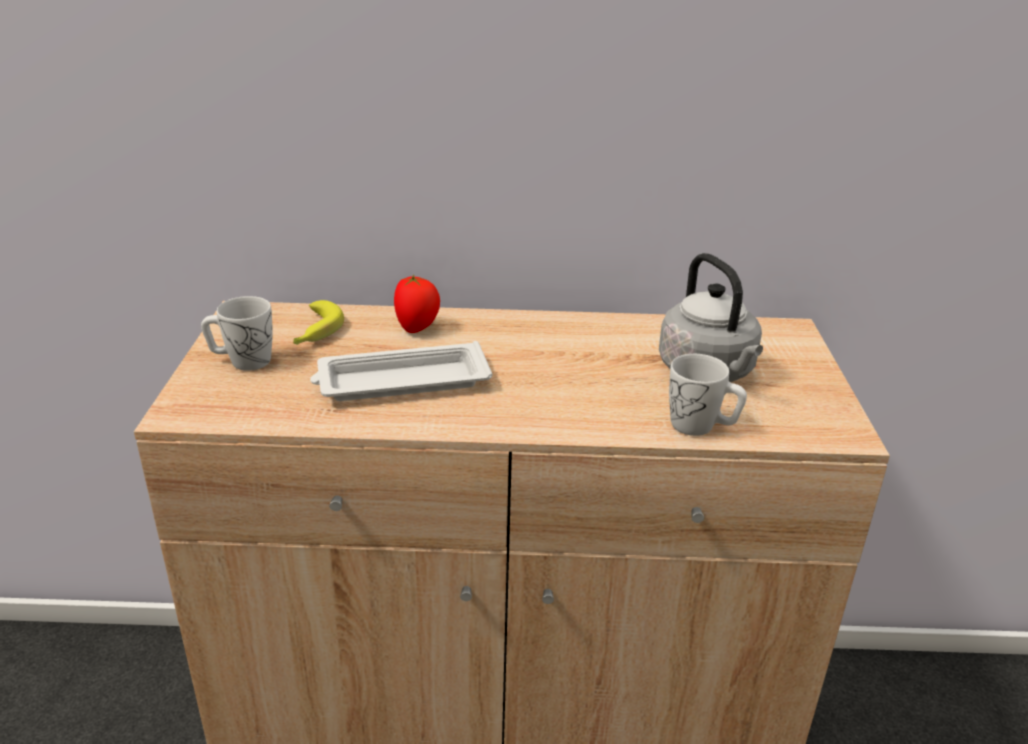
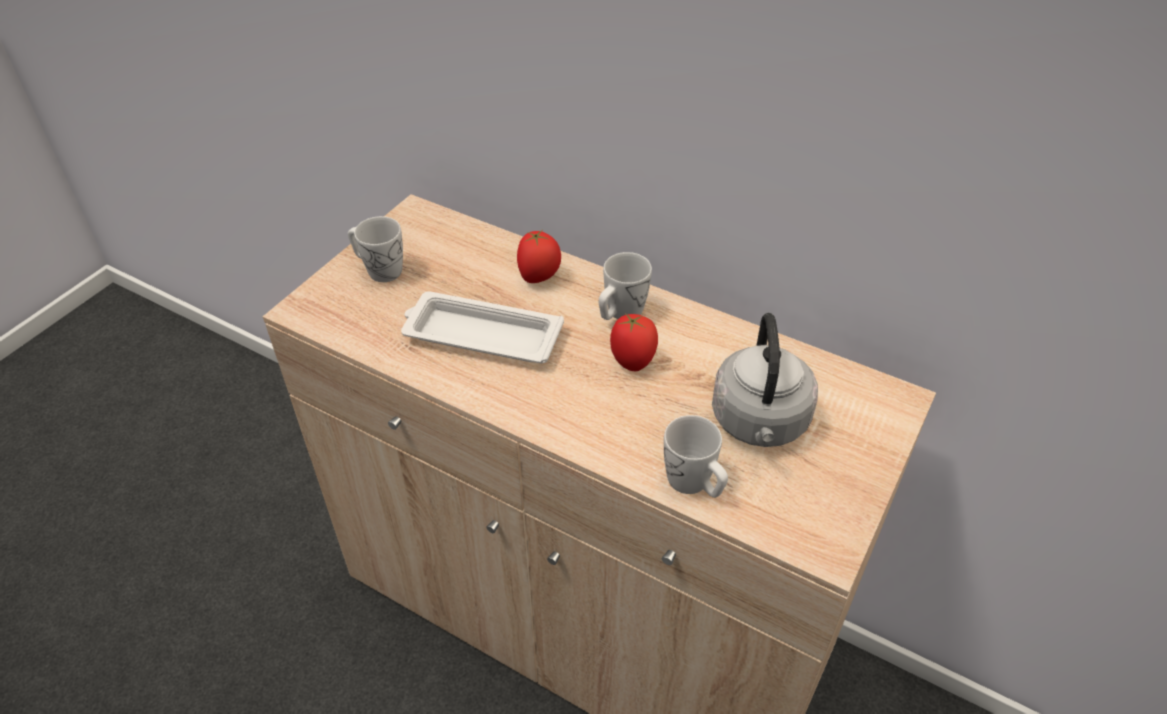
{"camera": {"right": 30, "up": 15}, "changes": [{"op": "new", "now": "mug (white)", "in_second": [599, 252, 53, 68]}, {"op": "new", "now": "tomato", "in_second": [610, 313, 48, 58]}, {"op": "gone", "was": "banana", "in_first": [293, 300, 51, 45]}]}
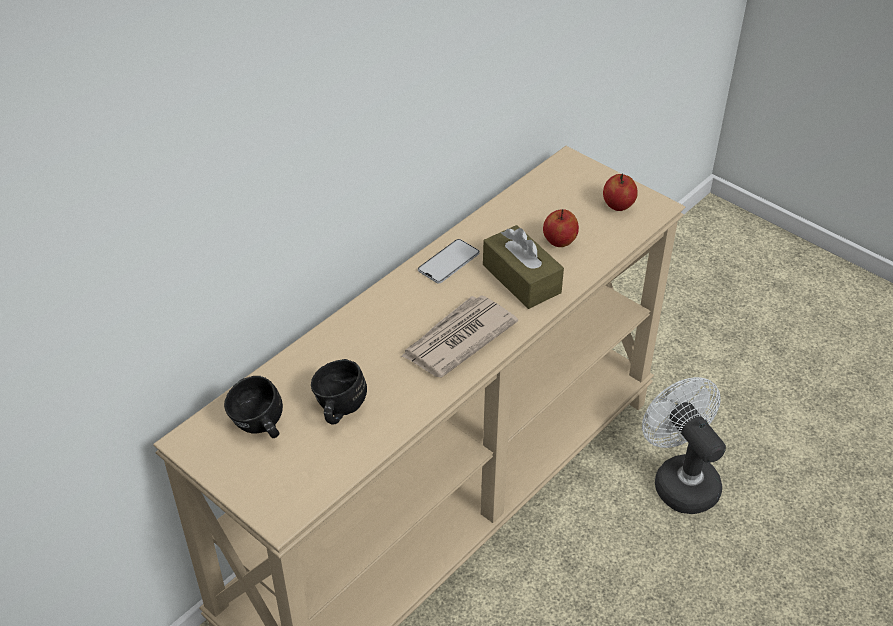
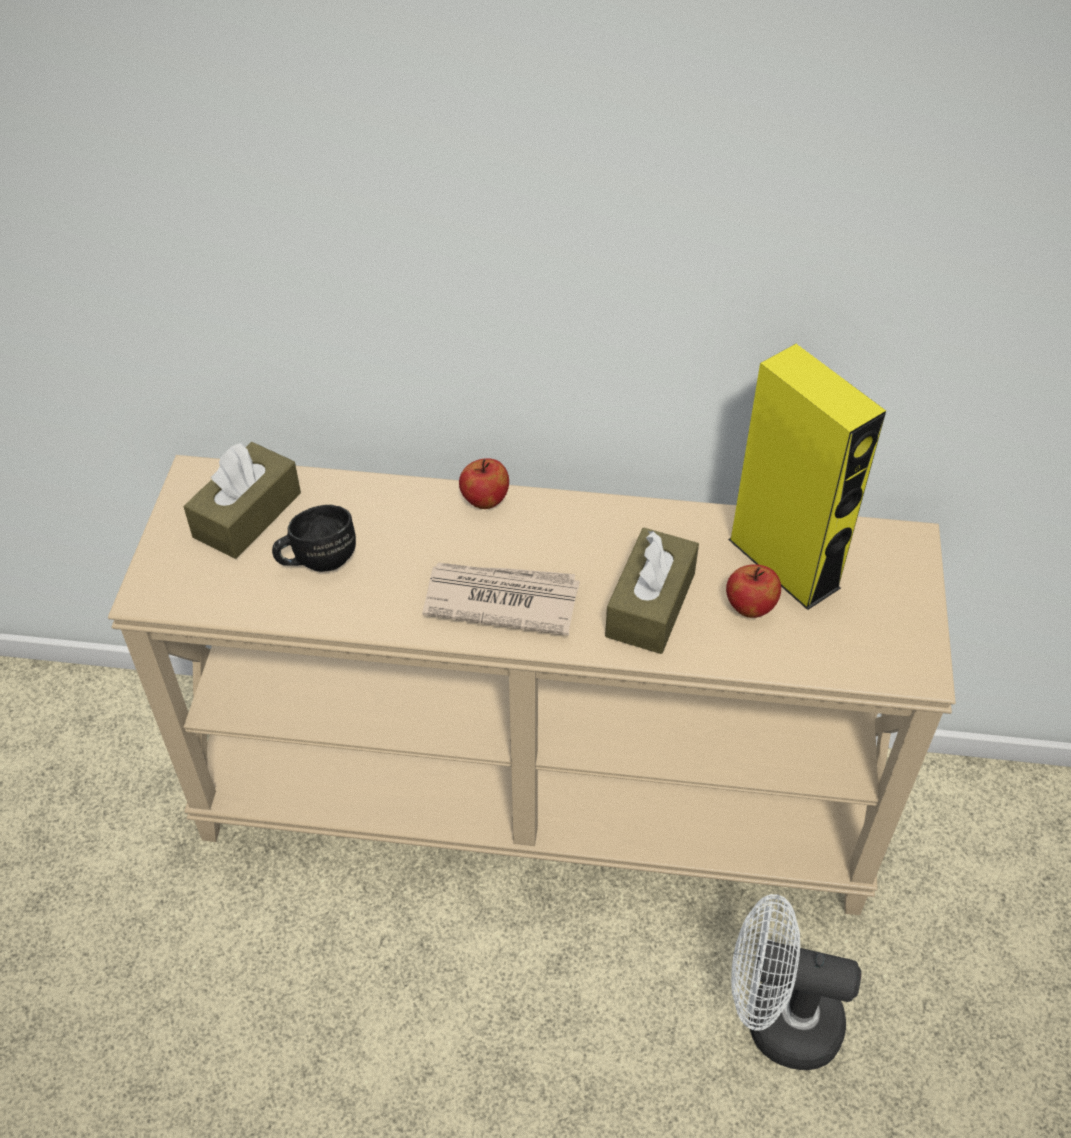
{"camera": {"right": 55, "up": 5}, "changes": [{"op": "swapped", "was": "mug (black)", "now": "tissue box (brown)", "in_first": [224, 376, 59, 62], "in_second": [184, 442, 117, 117]}, {"op": "shifted", "was": "apple", "in_first": [603, 173, 35, 38], "in_second": [459, 458, 50, 51]}, {"op": "new", "now": "speaker (yellow)", "in_second": [728, 344, 158, 266]}, {"op": "rotated", "was": "fan (white)", "in_first": [642, 377, 84, 137], "in_second": [731, 894, 130, 176], "clockwise": -105}, {"op": "gone", "was": "phone", "in_first": [418, 239, 62, 44]}]}
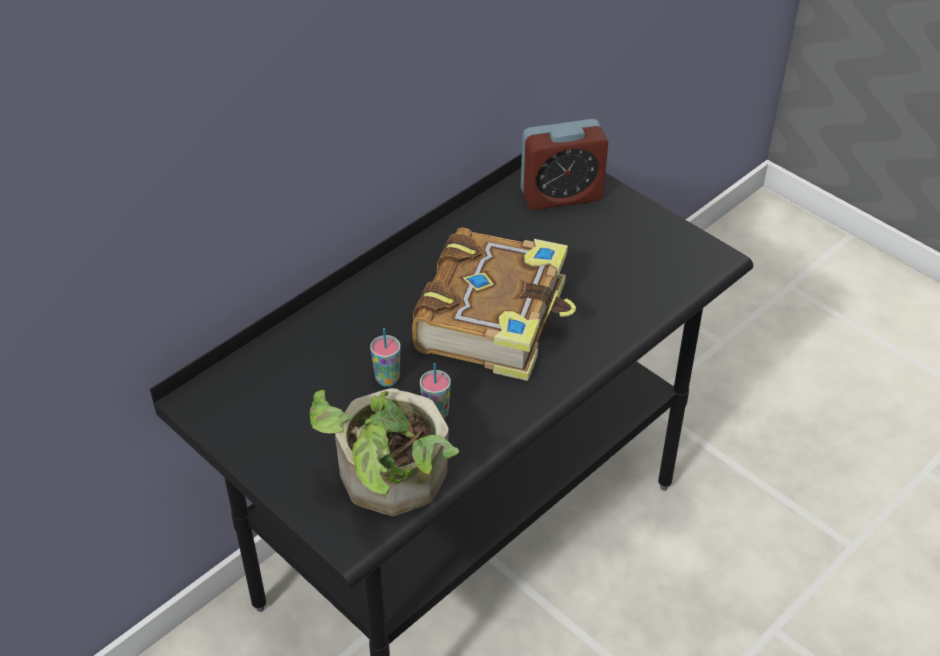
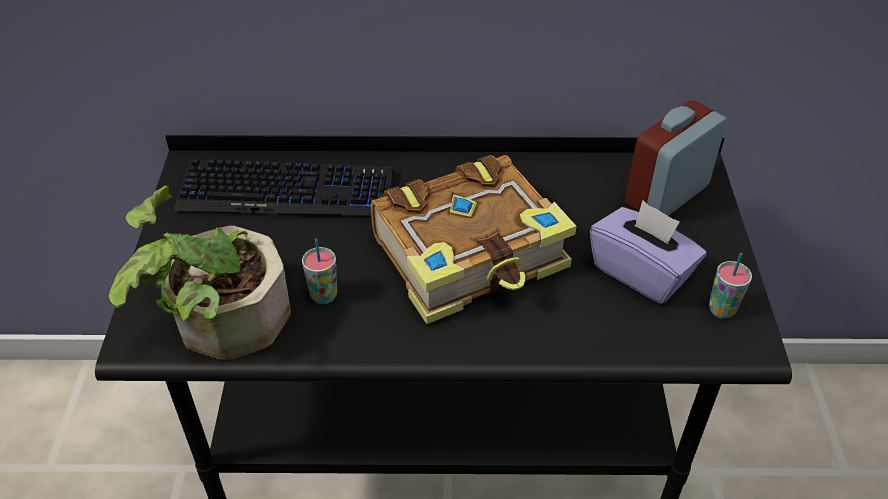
{"camera": {"right": 45, "up": 0}, "changes": [{"op": "new", "now": "keyboard", "in_second": [174, 159, 220, 56]}, {"op": "new", "now": "tissue box (purple)", "in_second": [590, 200, 117, 104]}, {"op": "rotated", "was": "alarm clock", "in_first": [521, 119, 87, 91], "in_second": [625, 101, 102, 115], "clockwise": 105}, {"op": "shifted", "was": "cup", "in_first": [370, 328, 31, 59], "in_second": [709, 253, 43, 66]}]}
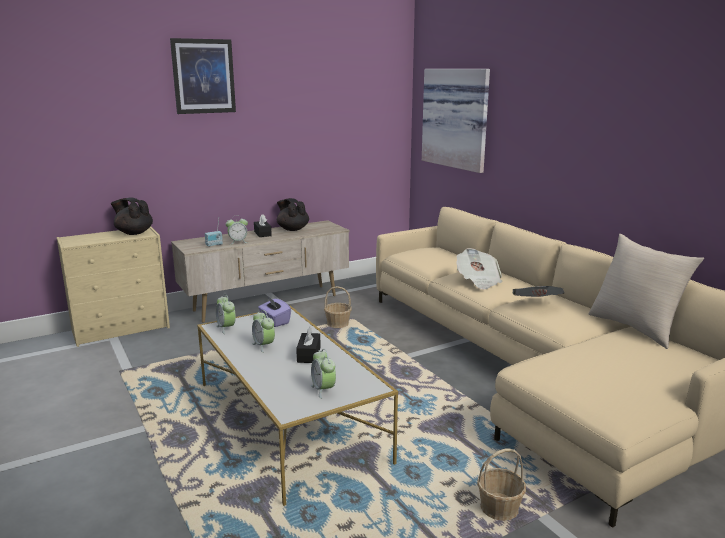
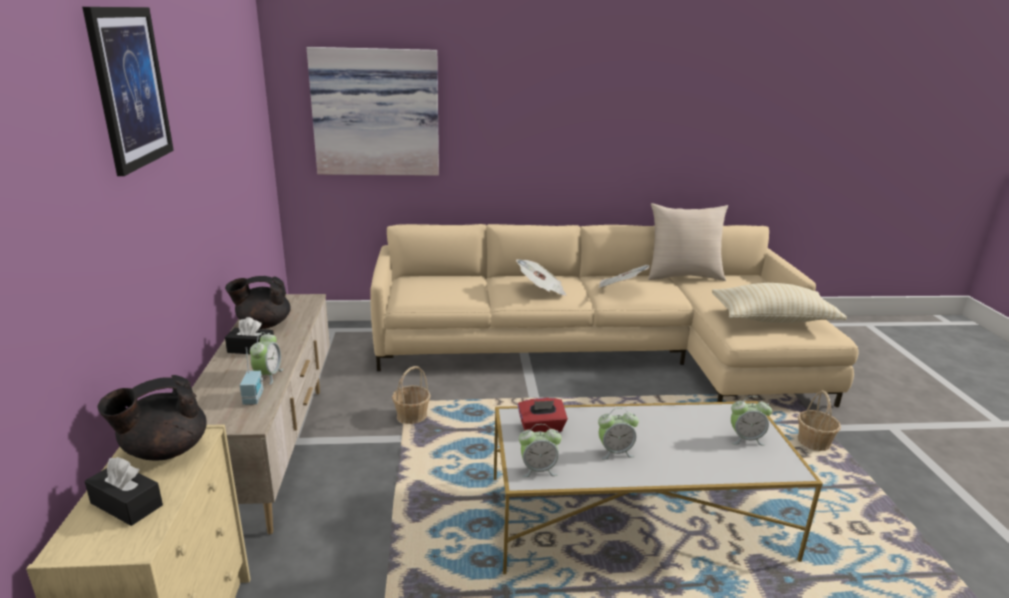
{"camera": {"right": -65, "up": 5}, "changes": [{"op": "shifted", "was": "tissue box (black)", "in_first": [296, 327, 25, 36], "in_second": [84, 457, 79, 69]}, {"op": "repainted", "was": "tissue box (purple)", "now": "tissue box (red)", "in_first": [258, 297, 33, 30], "in_second": [518, 398, 50, 35]}, {"op": "new", "now": "pillow (beige)", "in_second": [712, 283, 135, 40]}]}
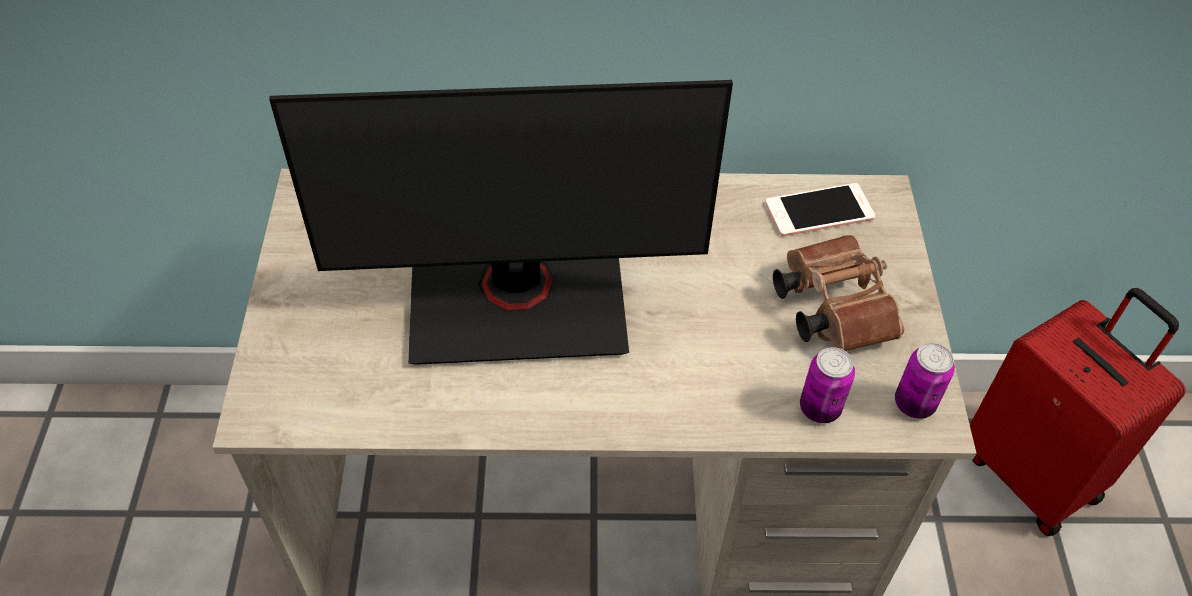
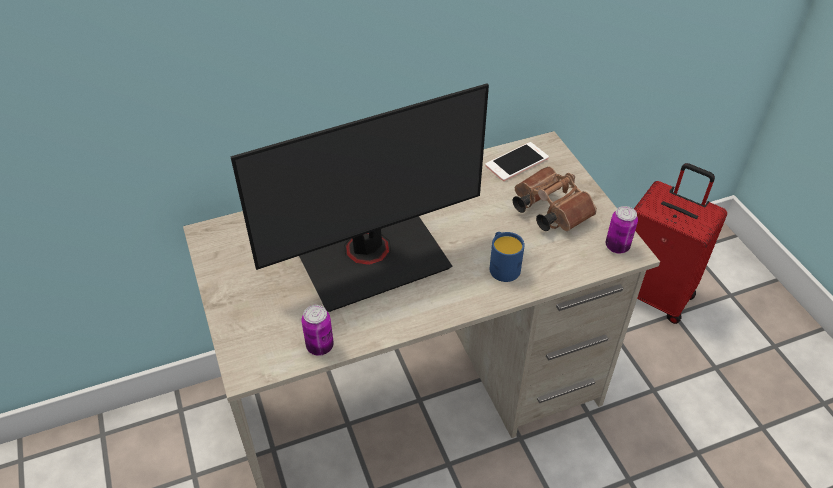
{"camera": {"right": -20, "up": -5}, "changes": [{"op": "shifted", "was": "can", "in_first": [800, 347, 55, 76], "in_second": [301, 305, 33, 51]}, {"op": "new", "now": "mug (blue)", "in_second": [489, 232, 36, 50]}]}
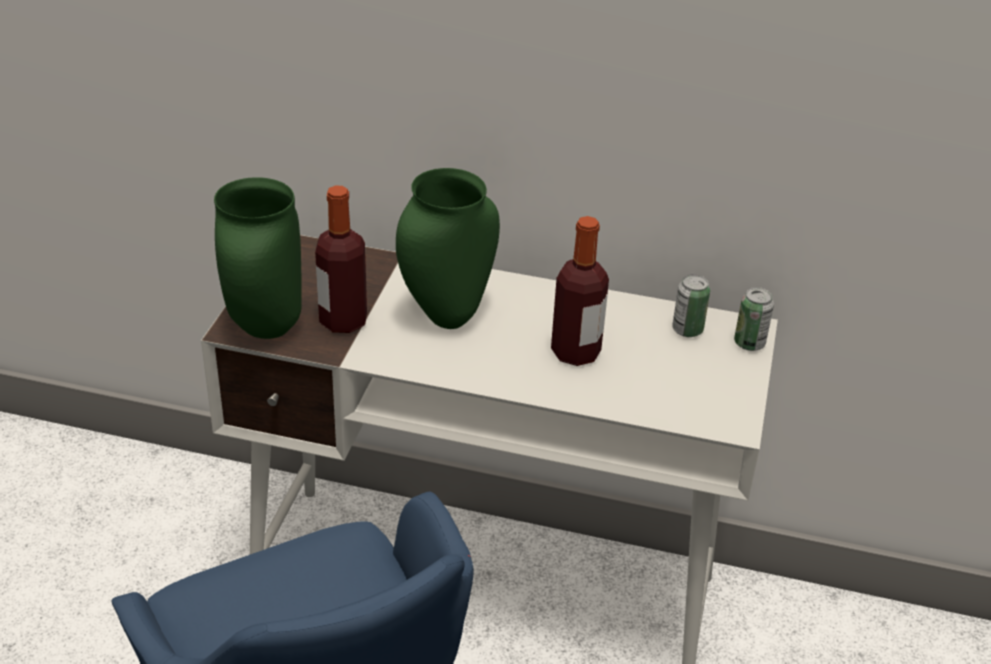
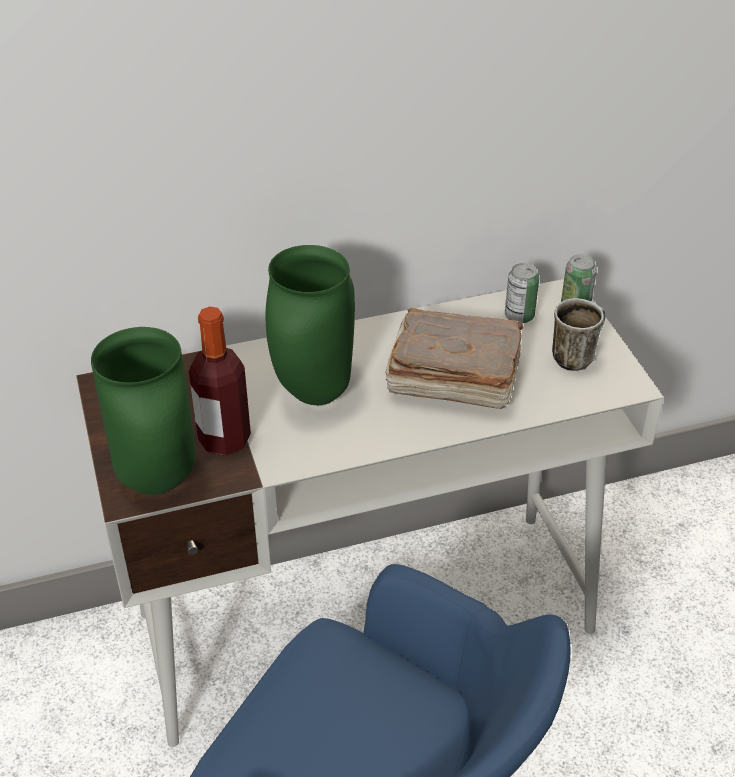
{"camera": {"right": -30, "up": 5}, "changes": [{"op": "swapped", "was": "bottle", "now": "book (brown)", "in_first": [551, 216, 58, 150], "in_second": [385, 308, 138, 101]}, {"op": "new", "now": "mug", "in_second": [552, 298, 53, 73]}]}
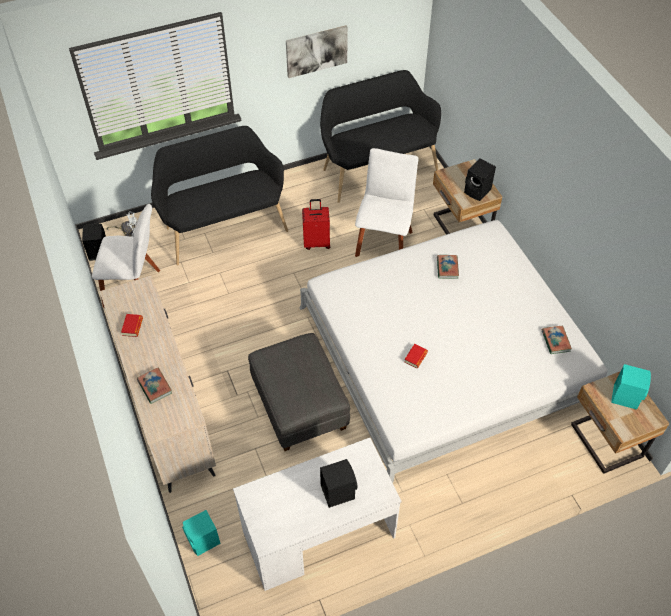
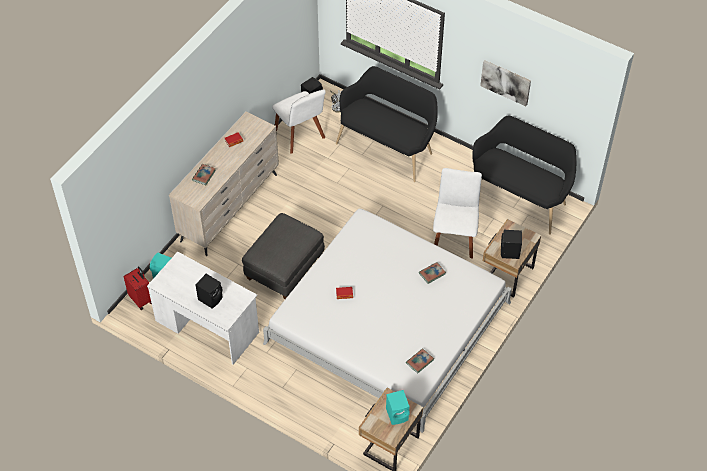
{"camera": {"right": 55, "up": 0}, "changes": [{"op": "shifted", "was": "suitcase (red)", "in_first": [302, 199, 28, 51], "in_second": [123, 266, 29, 44]}, {"op": "rotated", "was": "chair (white)", "in_first": [355, 148, 64, 109], "in_second": [433, 168, 49, 91], "clockwise": -60}]}
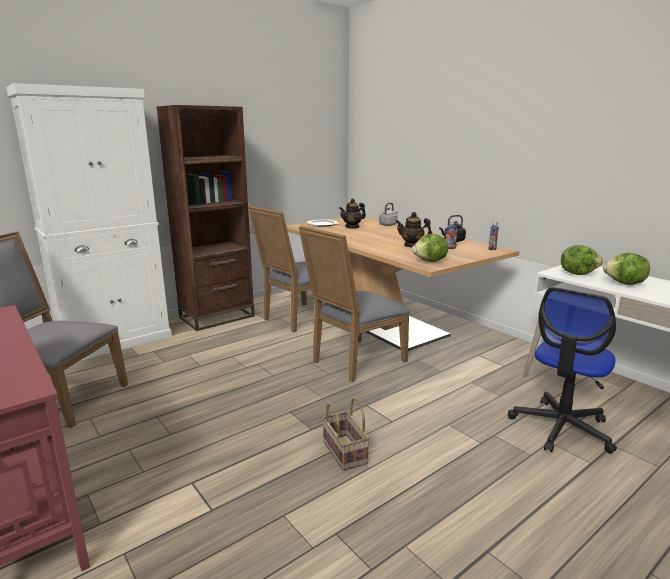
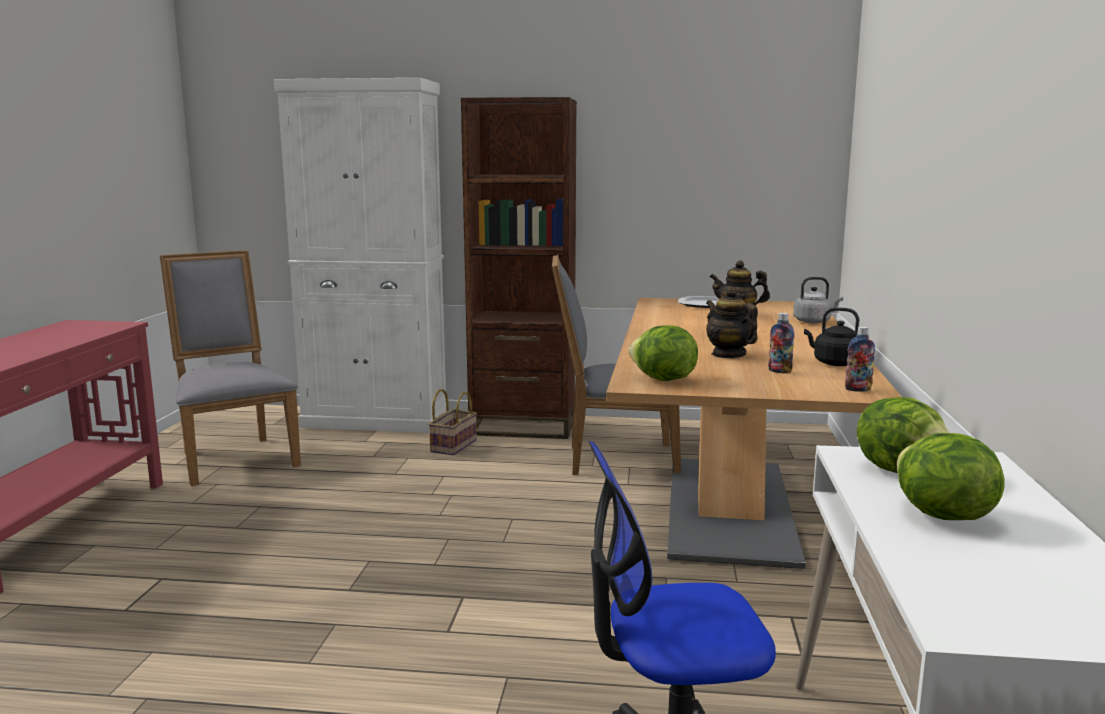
{"camera": {"right": 45, "up": -5}, "changes": [{"op": "shifted", "was": "basket", "in_first": [322, 397, 47, 74], "in_second": [428, 389, 49, 66]}, {"op": "gone", "was": "chair (grey)", "in_first": [299, 226, 111, 156]}]}
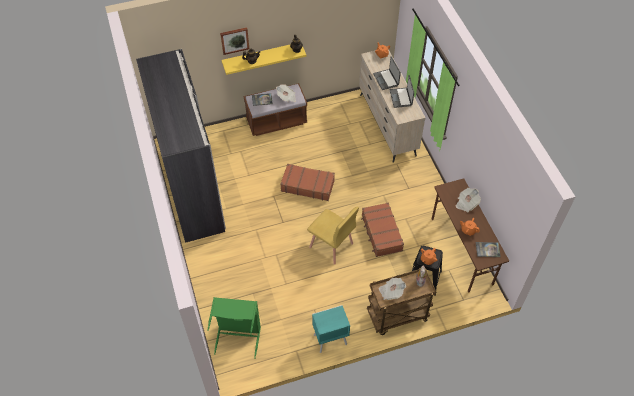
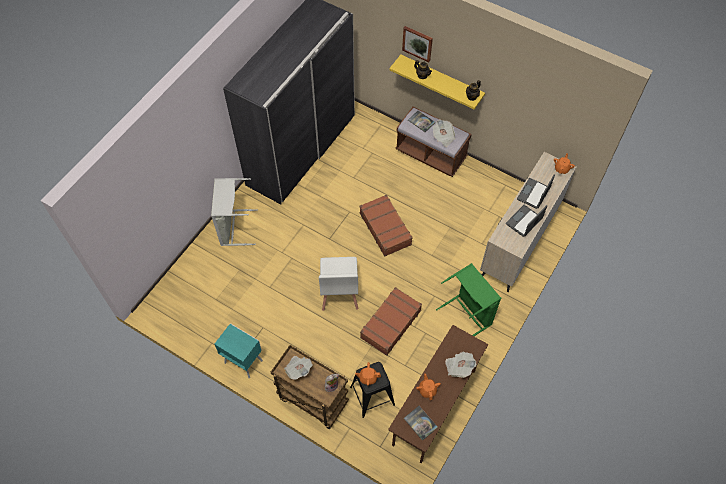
{"camera": {"right": 50, "up": 5}, "changes": [{"op": "new", "now": "laundry basket (grey)", "in_second": [211, 178, 47, 68]}, {"op": "repainted", "was": "chair (yellow)", "now": "chair (white)", "in_first": [307, 206, 52, 59], "in_second": [319, 257, 39, 54]}, {"op": "shifted", "was": "laundry basket (green)", "in_first": [207, 297, 54, 62], "in_second": [436, 263, 65, 73]}]}
